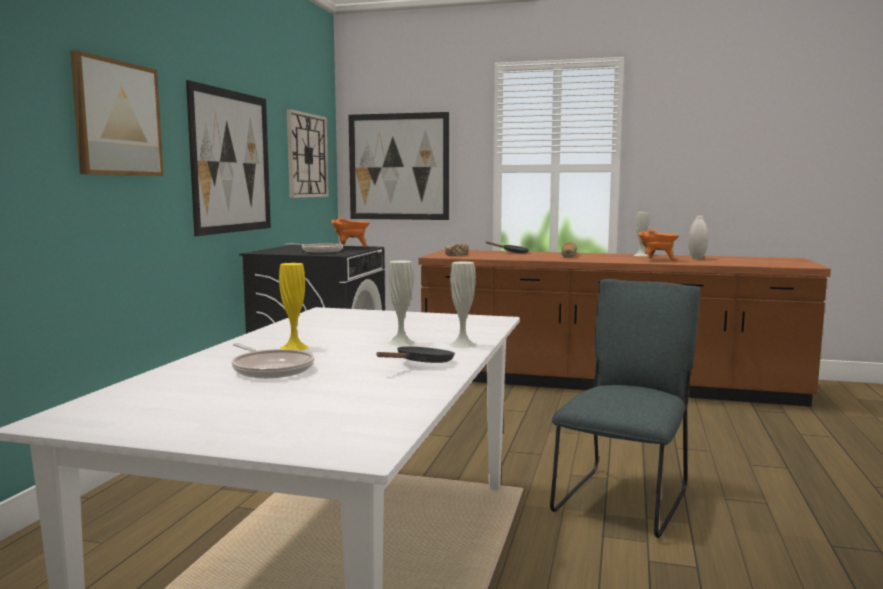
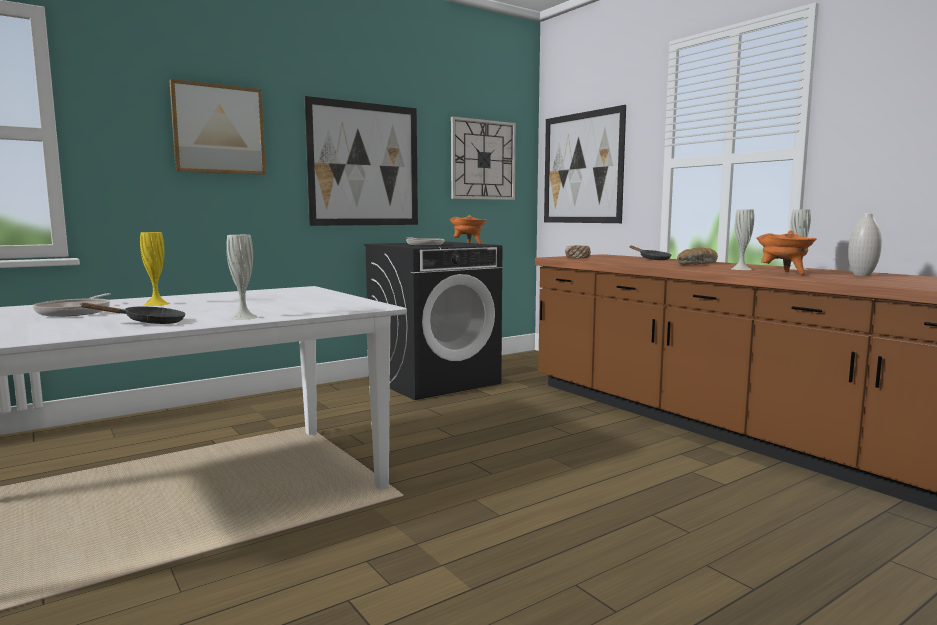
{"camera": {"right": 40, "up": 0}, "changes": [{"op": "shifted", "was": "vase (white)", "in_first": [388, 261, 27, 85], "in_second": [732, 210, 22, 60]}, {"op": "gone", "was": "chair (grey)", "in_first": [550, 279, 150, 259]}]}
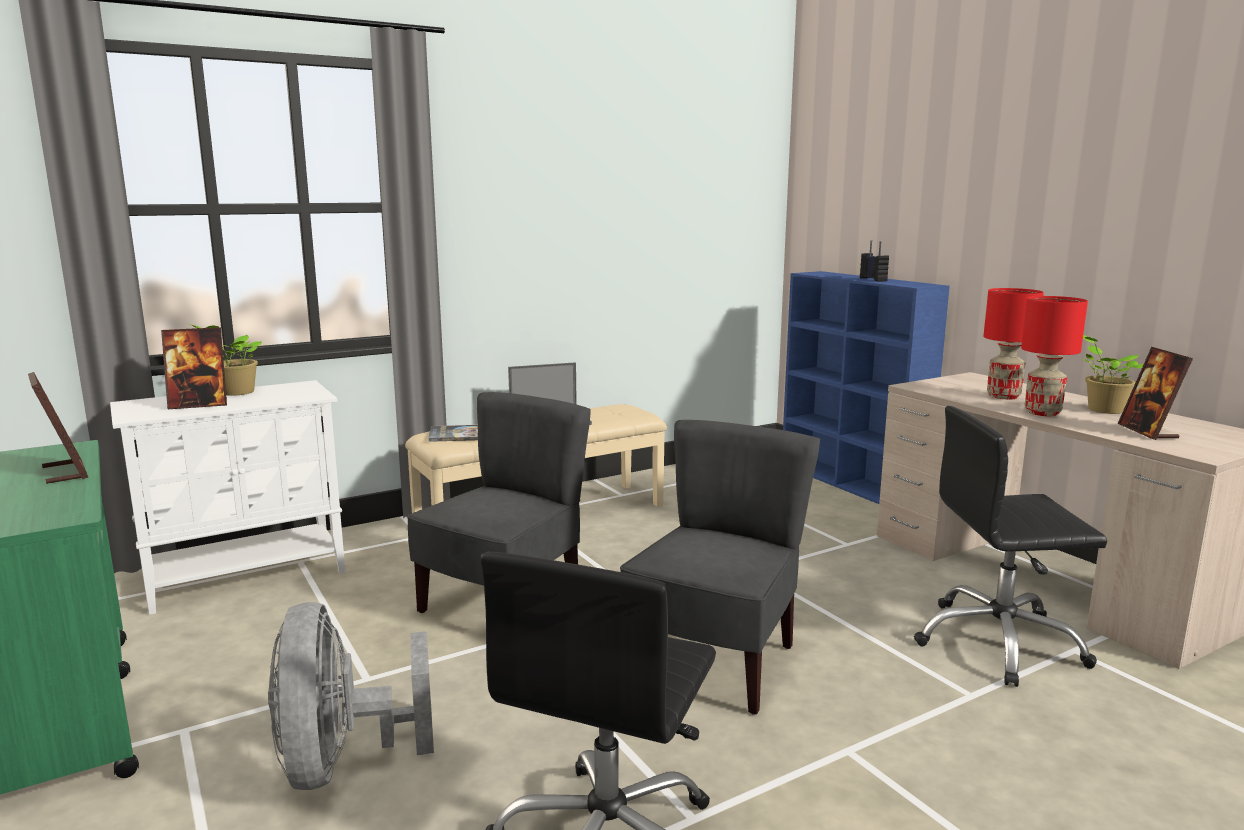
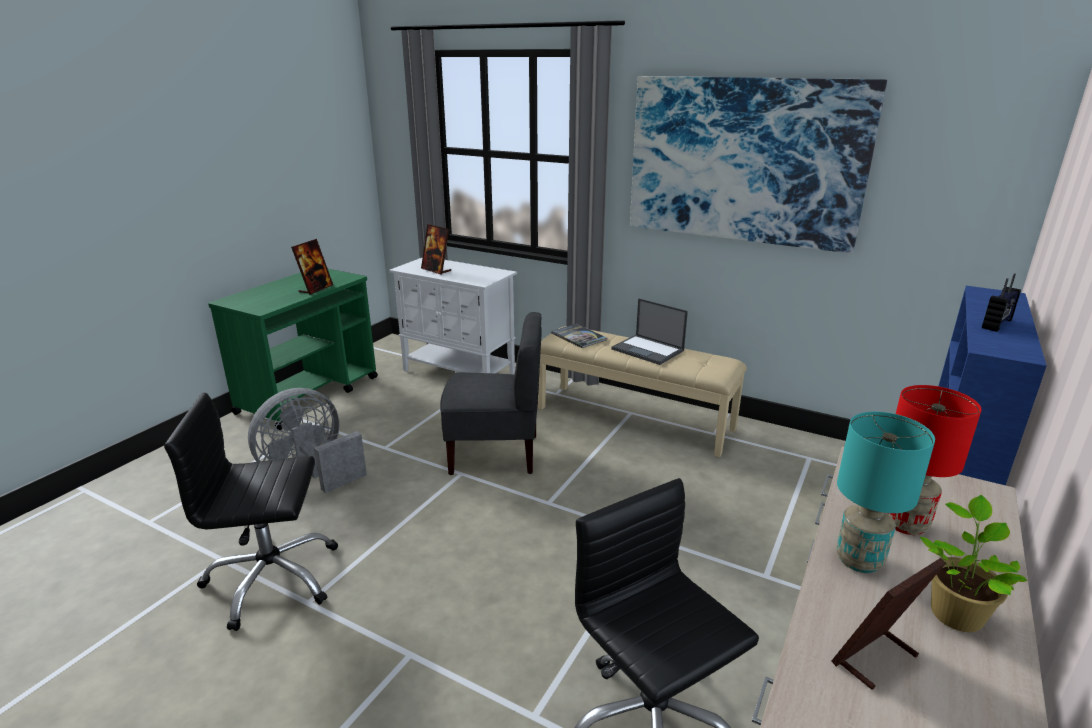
{"camera": {"right": 60, "up": 10}, "changes": [{"op": "new", "now": "picture", "in_second": [630, 76, 257, 177]}, {"op": "repainted", "was": "table lamp (red)", "now": "table lamp (turquoise)", "in_first": [1021, 296, 67, 120], "in_second": [836, 412, 99, 161]}, {"op": "gone", "was": "potted plant", "in_first": [189, 324, 73, 72]}, {"op": "gone", "was": "chair (grey)", "in_first": [620, 420, 200, 295]}]}
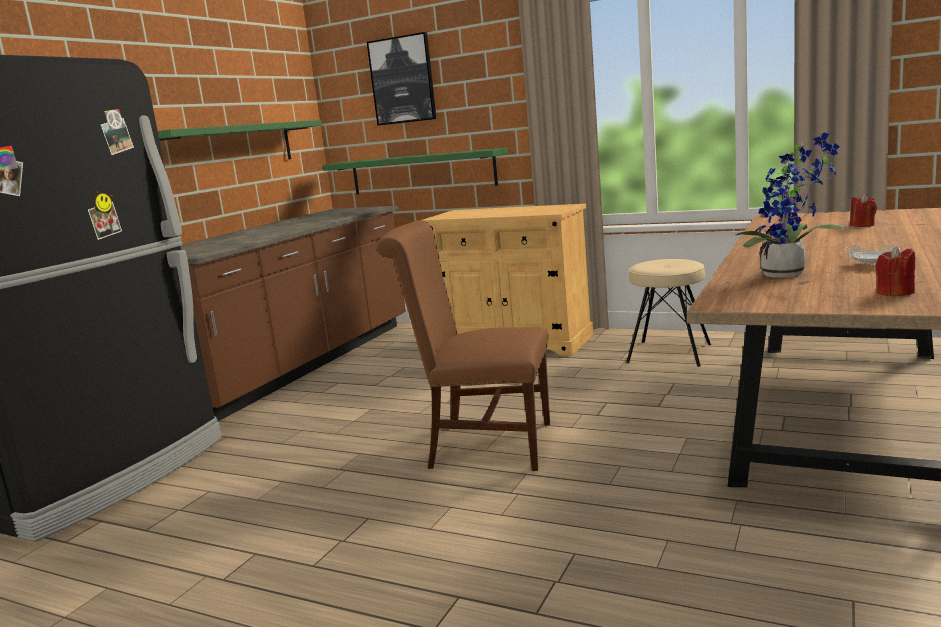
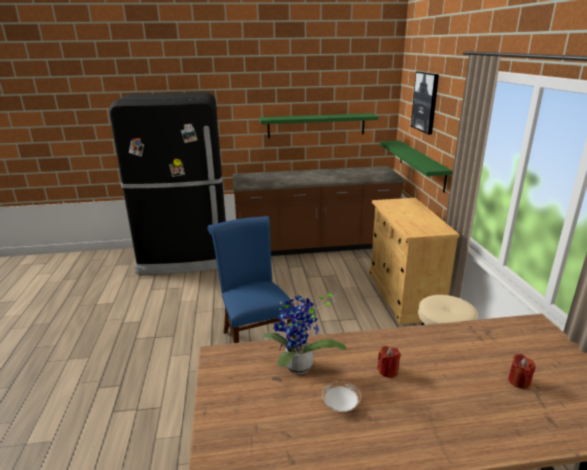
{"camera": {"right": 55, "up": 10}, "changes": [{"op": "repainted", "was": "chair (brown)", "now": "chair (blue)", "in_first": [376, 220, 174, 251], "in_second": [208, 216, 86, 127]}, {"op": "shifted", "was": "candle (red)", "in_first": [875, 246, 40, 50], "in_second": [377, 346, 24, 32]}]}
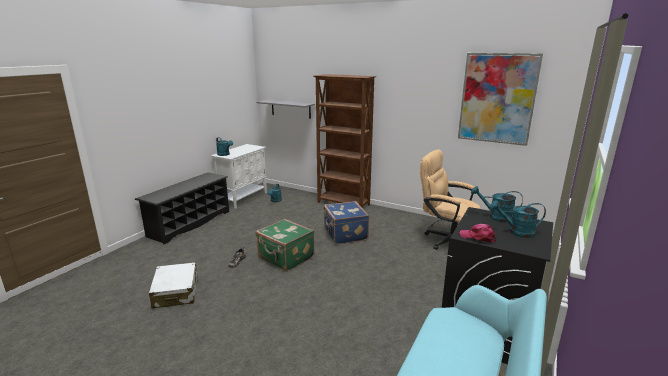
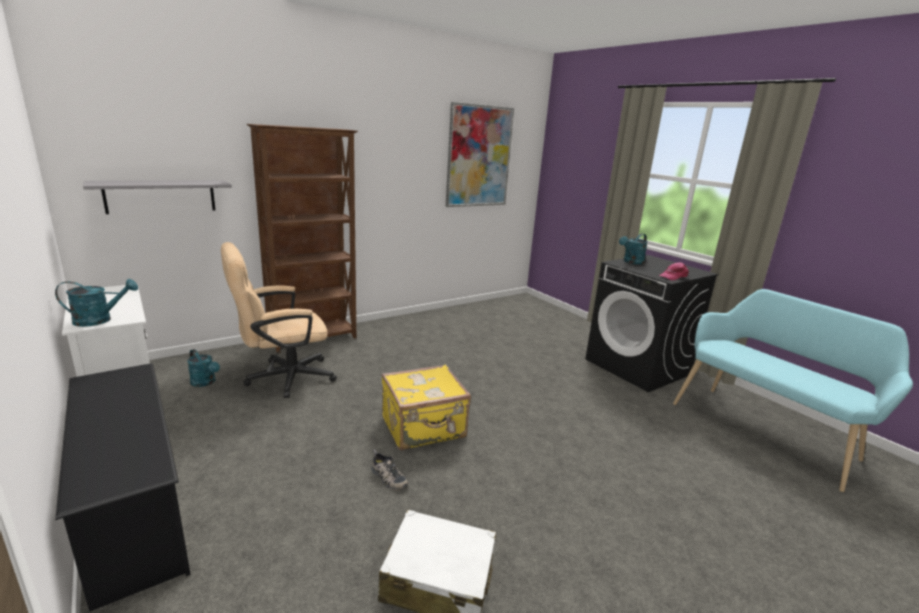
{"camera": {"right": -65, "up": 0}, "changes": [{"op": "shifted", "was": "office chair (beige)", "in_first": [420, 149, 61, 101], "in_second": [221, 242, 116, 156]}, {"op": "repainted", "was": "suitcase (green)", "now": "suitcase (yellow)", "in_first": [256, 219, 59, 53], "in_second": [382, 364, 89, 86]}, {"op": "gone", "was": "suitcase (blue)", "in_first": [324, 201, 45, 44]}, {"op": "gone", "was": "watering can (turquoise)", "in_first": [490, 201, 56, 37]}]}
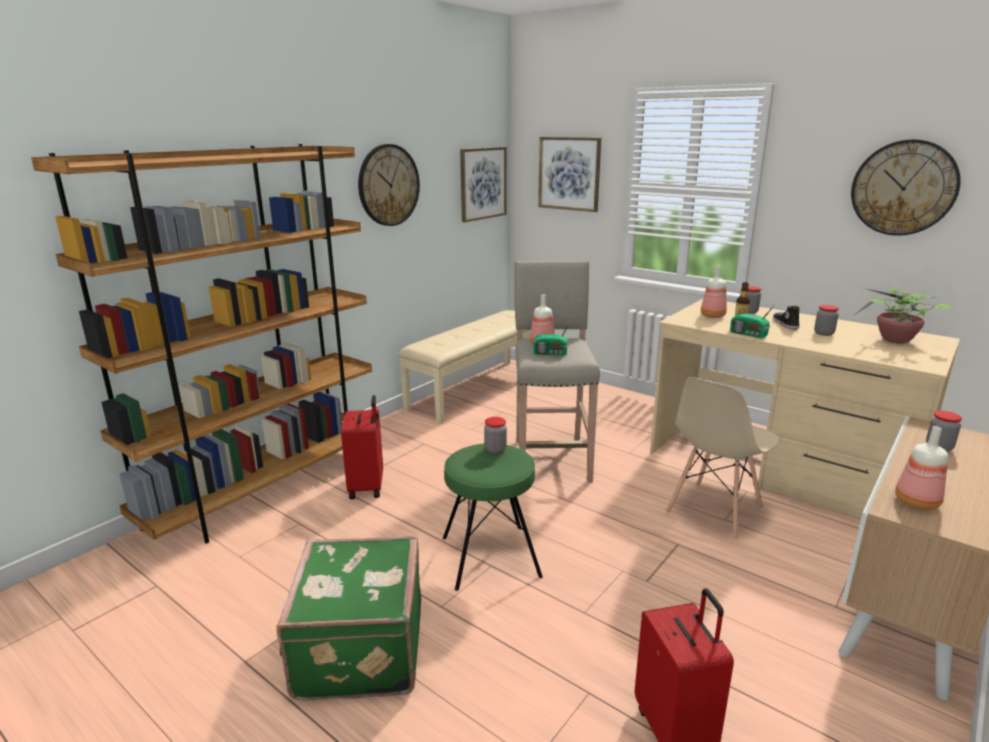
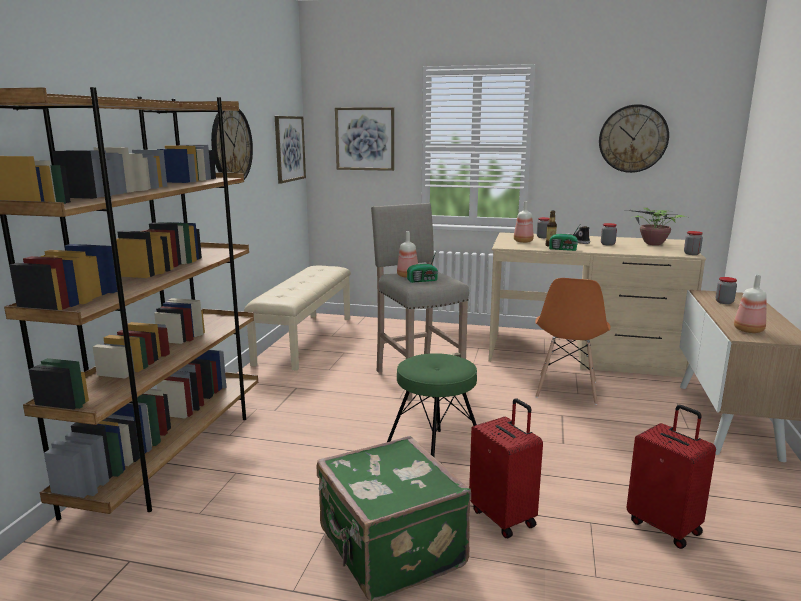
{"camera": {"right": -25, "up": -5}, "changes": [{"op": "shifted", "was": "suitcase (red)", "in_first": [341, 395, 42, 104], "in_second": [469, 398, 74, 140]}, {"op": "repainted", "was": "chair (beige)", "now": "chair (orange)", "in_first": [666, 377, 114, 164], "in_second": [535, 278, 75, 127]}, {"op": "shifted", "was": "jar", "in_first": [484, 417, 23, 37], "in_second": [684, 231, 19, 24]}]}
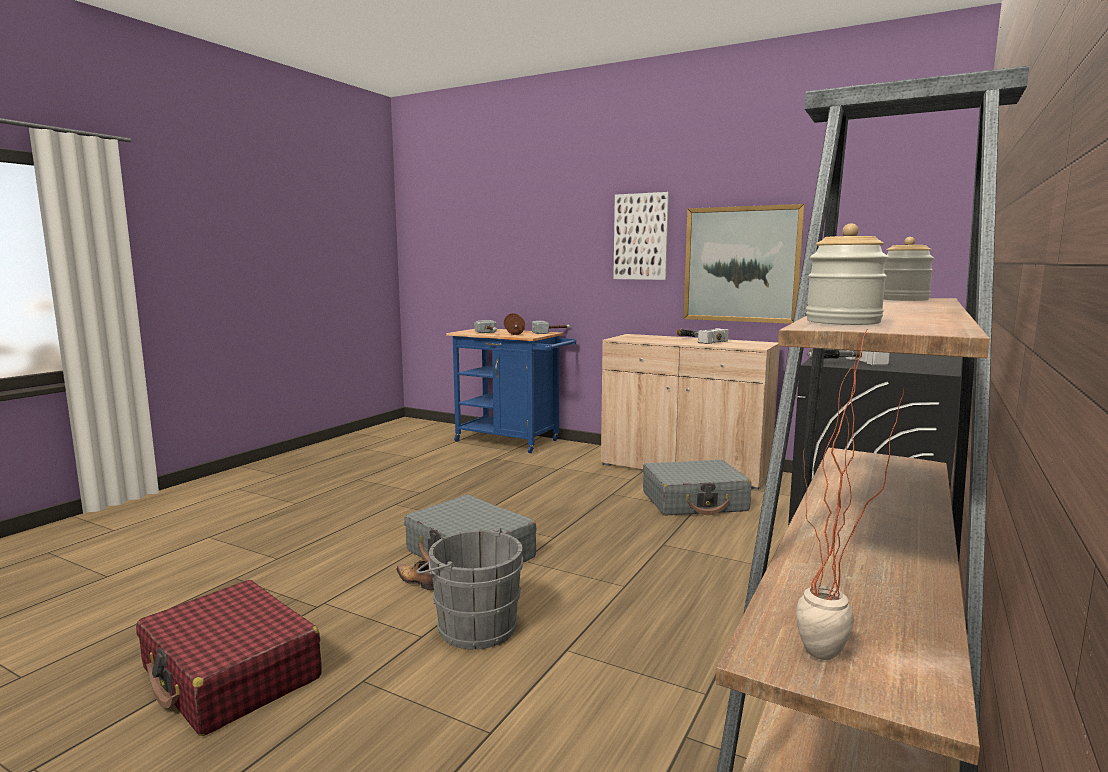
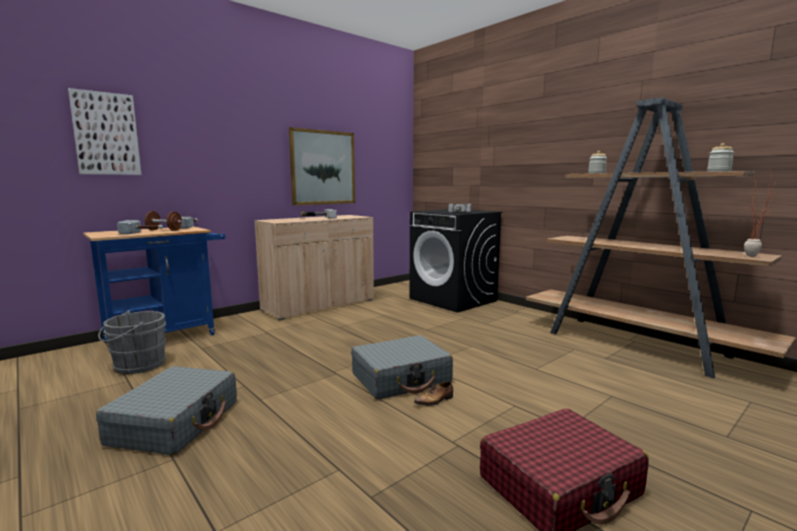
{"camera": {"right": -70, "up": 0}, "changes": [{"op": "shifted", "was": "picture", "in_first": [613, 192, 56, 88], "in_second": [68, 88, 73, 87]}, {"op": "shifted", "was": "suitcase (grey)", "in_first": [643, 460, 108, 55], "in_second": [96, 366, 141, 90]}, {"op": "shifted", "was": "bucket (grey)", "in_first": [416, 527, 108, 122], "in_second": [98, 310, 68, 64]}]}
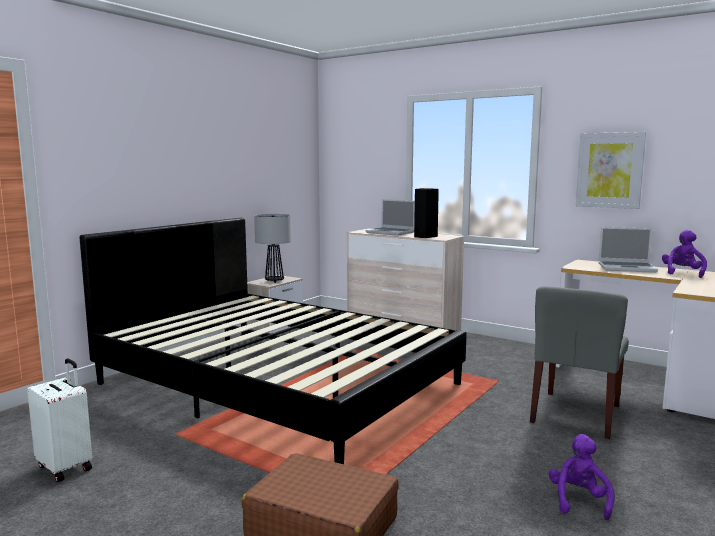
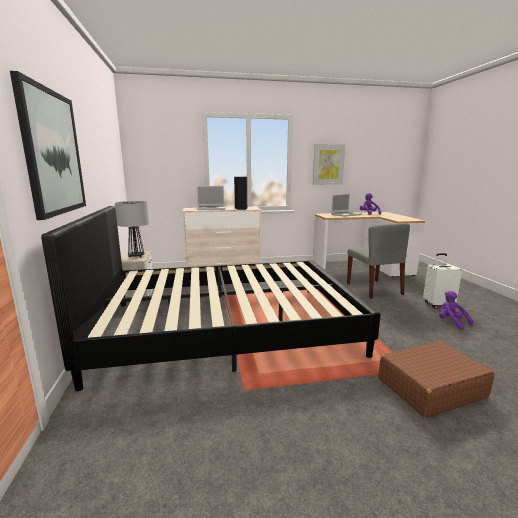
{"camera": {"right": -45, "up": 5}, "changes": [{"op": "new", "now": "picture", "in_second": [10, 71, 76, 149]}, {"op": "shifted", "was": "suitcase (white)", "in_first": [27, 359, 65, 123], "in_second": [423, 253, 39, 56]}]}
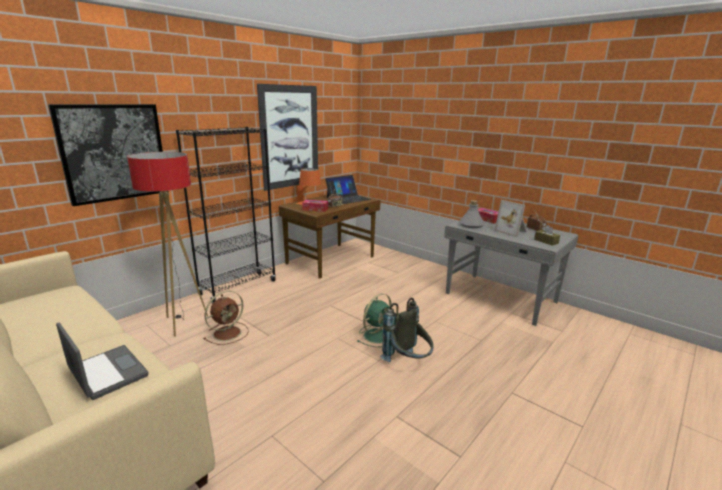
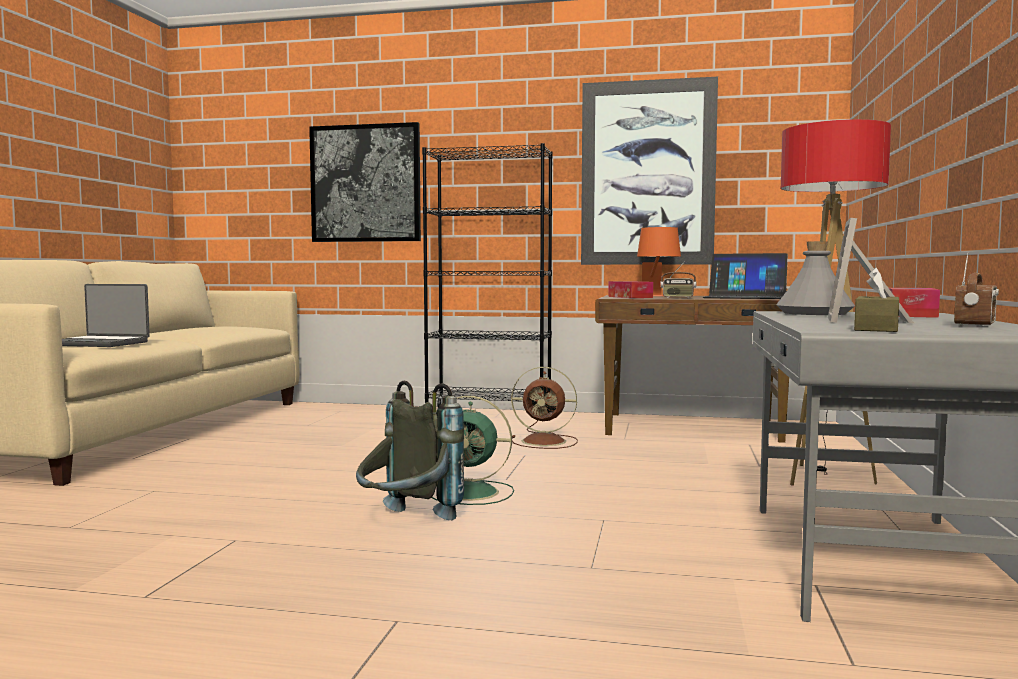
{"camera": {"right": 60, "up": -15}, "changes": [{"op": "rotated", "was": "laptop", "in_first": [56, 322, 93, 78], "in_second": [62, 284, 88, 63], "clockwise": 90}, {"op": "shifted", "was": "fan (brown)", "in_first": [203, 291, 46, 54], "in_second": [511, 367, 67, 82]}, {"op": "shifted", "was": "floor lamp", "in_first": [127, 152, 81, 185], "in_second": [781, 119, 110, 367]}]}
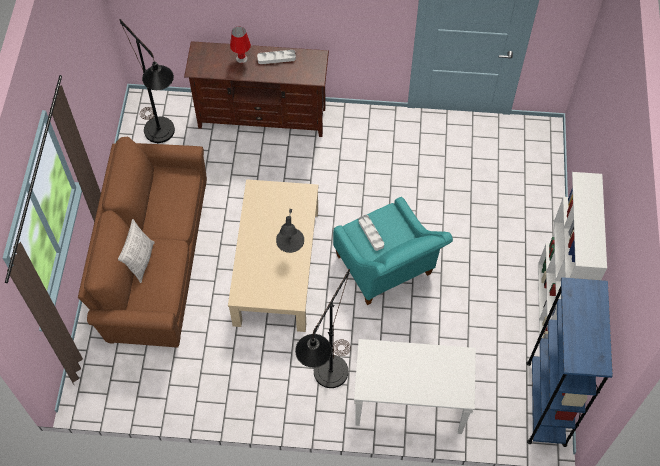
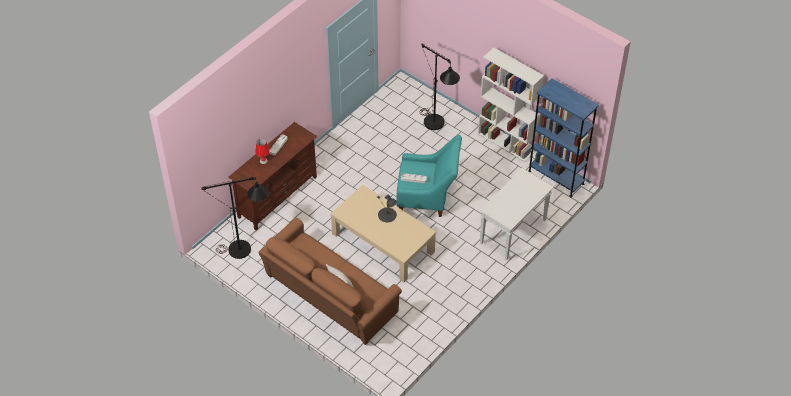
{"camera": {"right": -55, "up": -10}, "changes": [{"op": "shifted", "was": "floor lamp (black)", "in_first": [295, 269, 56, 119], "in_second": [419, 43, 41, 87]}]}
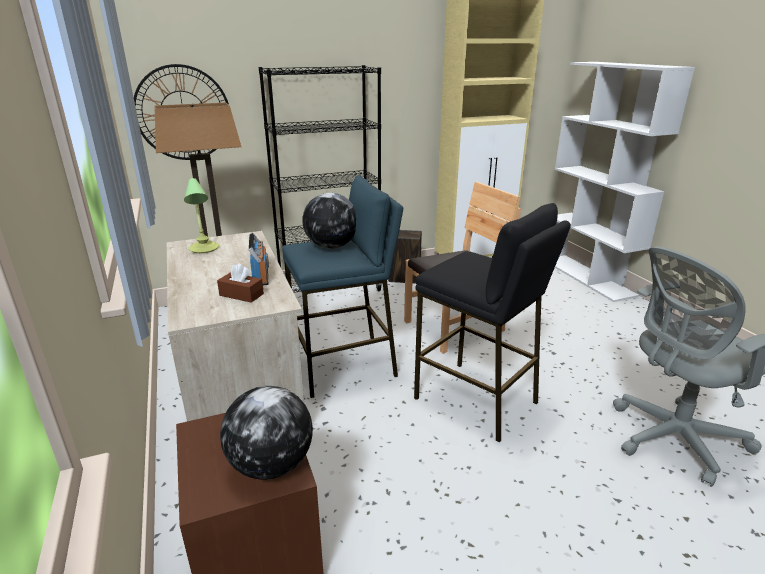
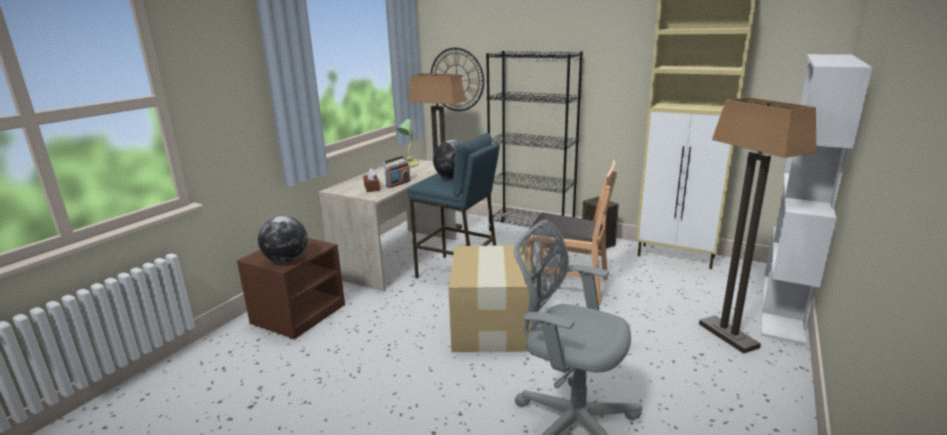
{"camera": {"right": 50, "up": -5}, "changes": [{"op": "swapped", "was": "stool (black)", "now": "cardboard box", "in_first": [414, 203, 157, 239], "in_second": [449, 245, 84, 107]}, {"op": "new", "now": "floor lamp", "in_second": [699, 97, 118, 257]}]}
